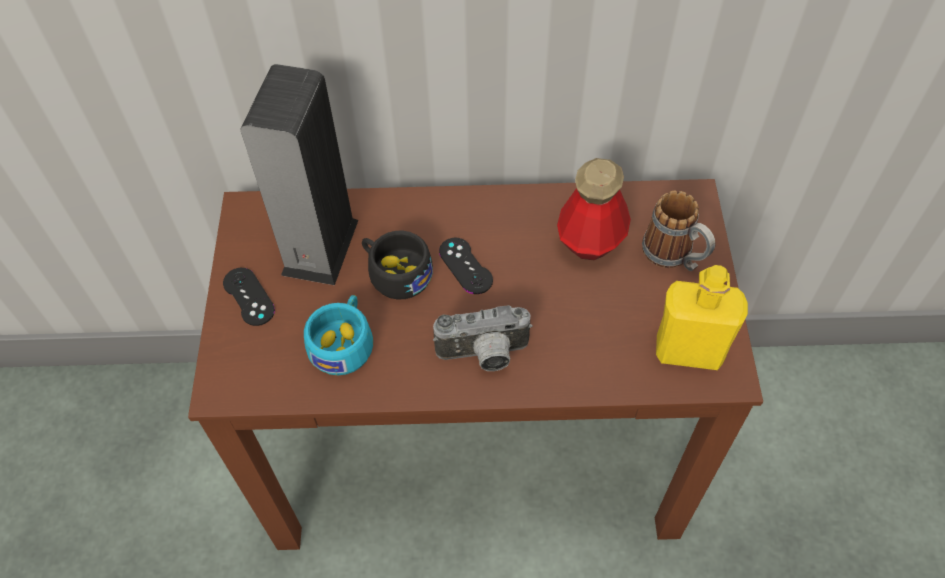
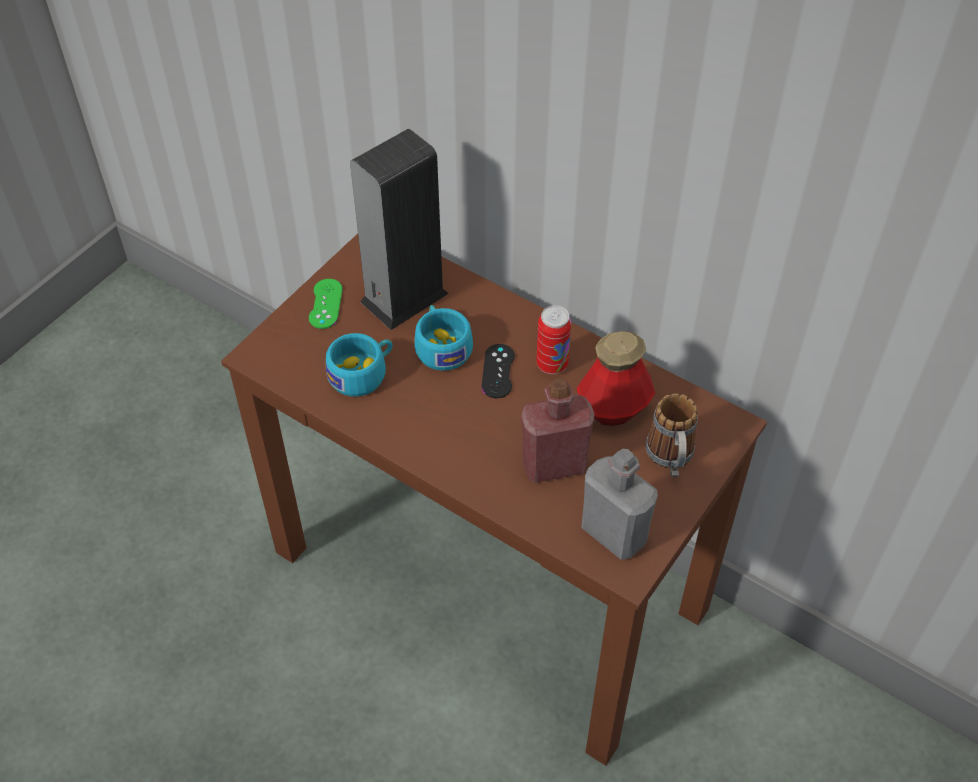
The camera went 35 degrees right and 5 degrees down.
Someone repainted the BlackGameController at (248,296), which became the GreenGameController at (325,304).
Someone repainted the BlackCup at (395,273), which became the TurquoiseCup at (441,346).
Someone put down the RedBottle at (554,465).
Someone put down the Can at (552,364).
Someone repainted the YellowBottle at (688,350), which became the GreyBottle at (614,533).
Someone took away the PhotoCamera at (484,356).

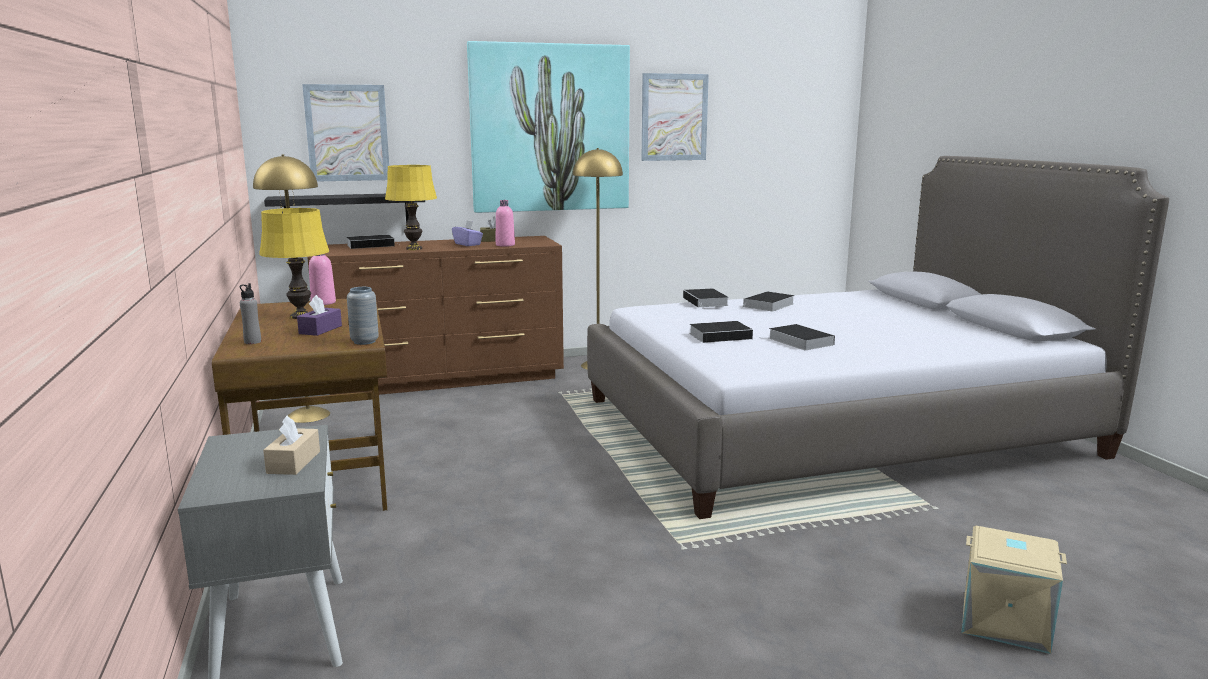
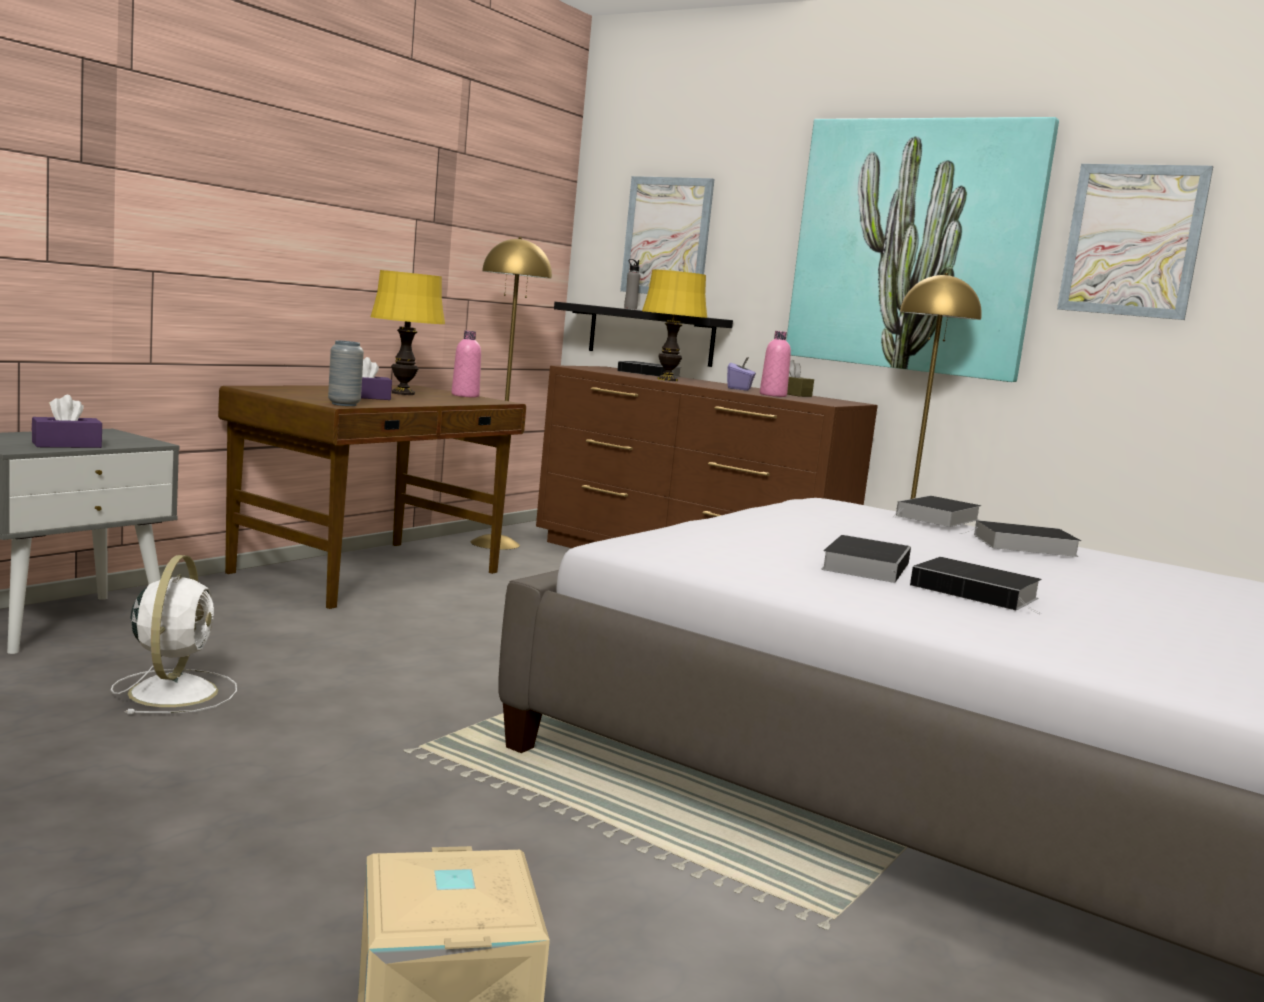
The camera went 50 degrees right and 5 degrees down.
Someone repainted the BeigeTissueBox at (293,462), which became the PurpleTissueBox at (67,445).
Someone put down the WhiteFan at (174,691).
Someone carried the GreyBottle from (252,342) to (630,308).
Someone carried the Book from (721,336) to (978,592).

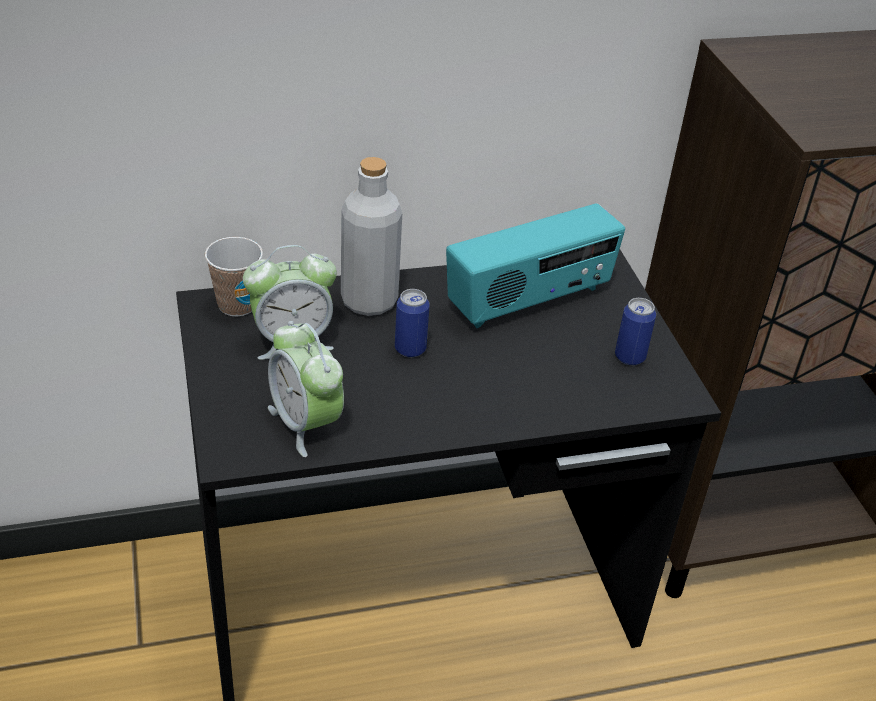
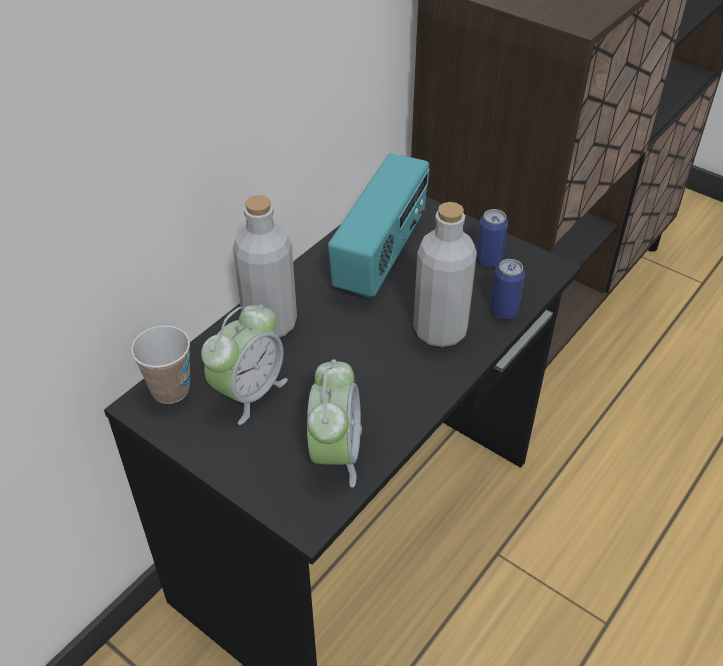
The camera went 35 degrees left and 5 degrees up.
Someone rotated the AlarmClock at (306,424) by 105 degrees counterclockwise.
Someone put down the GreyBottle at (440,331).
Someone carried the Can from (410,349) to (504,311).

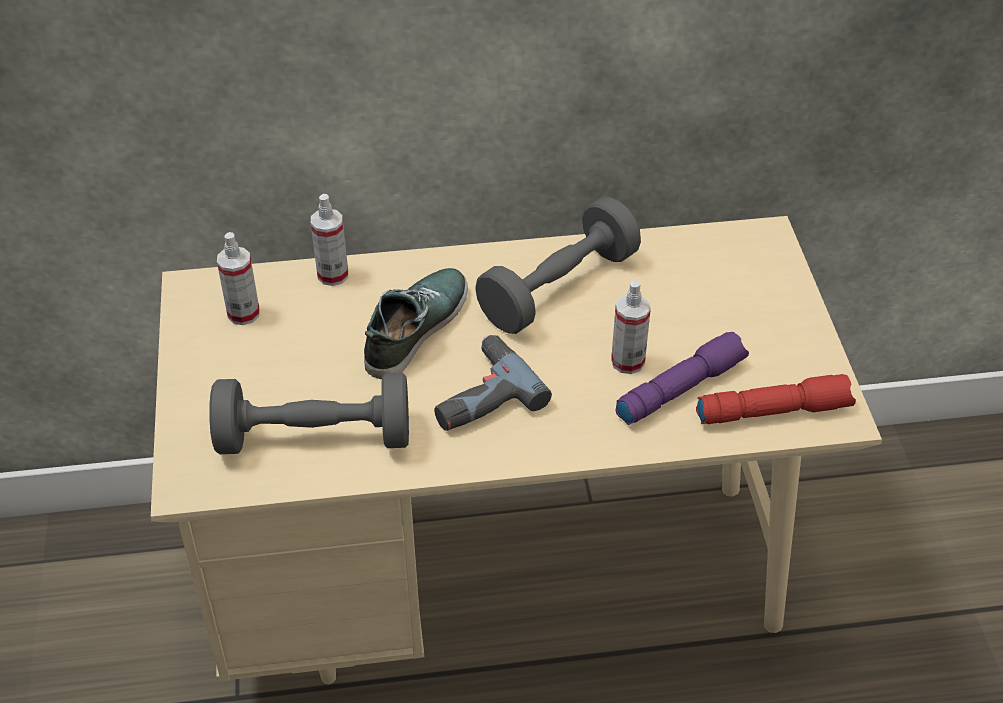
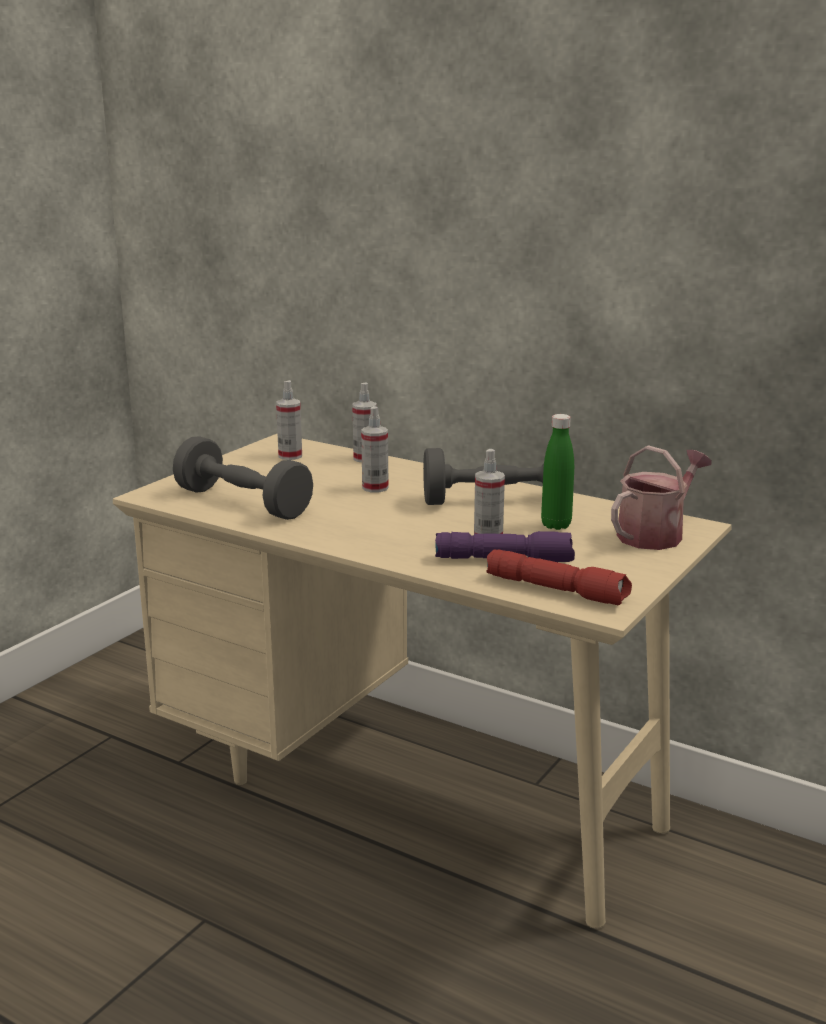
The camera went 40 degrees right and 25 degrees down.
Someone swapped the Shoe at (414,328) for the SprayBottle at (375,488).
Someone put down the GreenBottle at (556,525).
Someone put down the WateringCan at (655,534).
Someone took away the PowerDrill at (478,394).

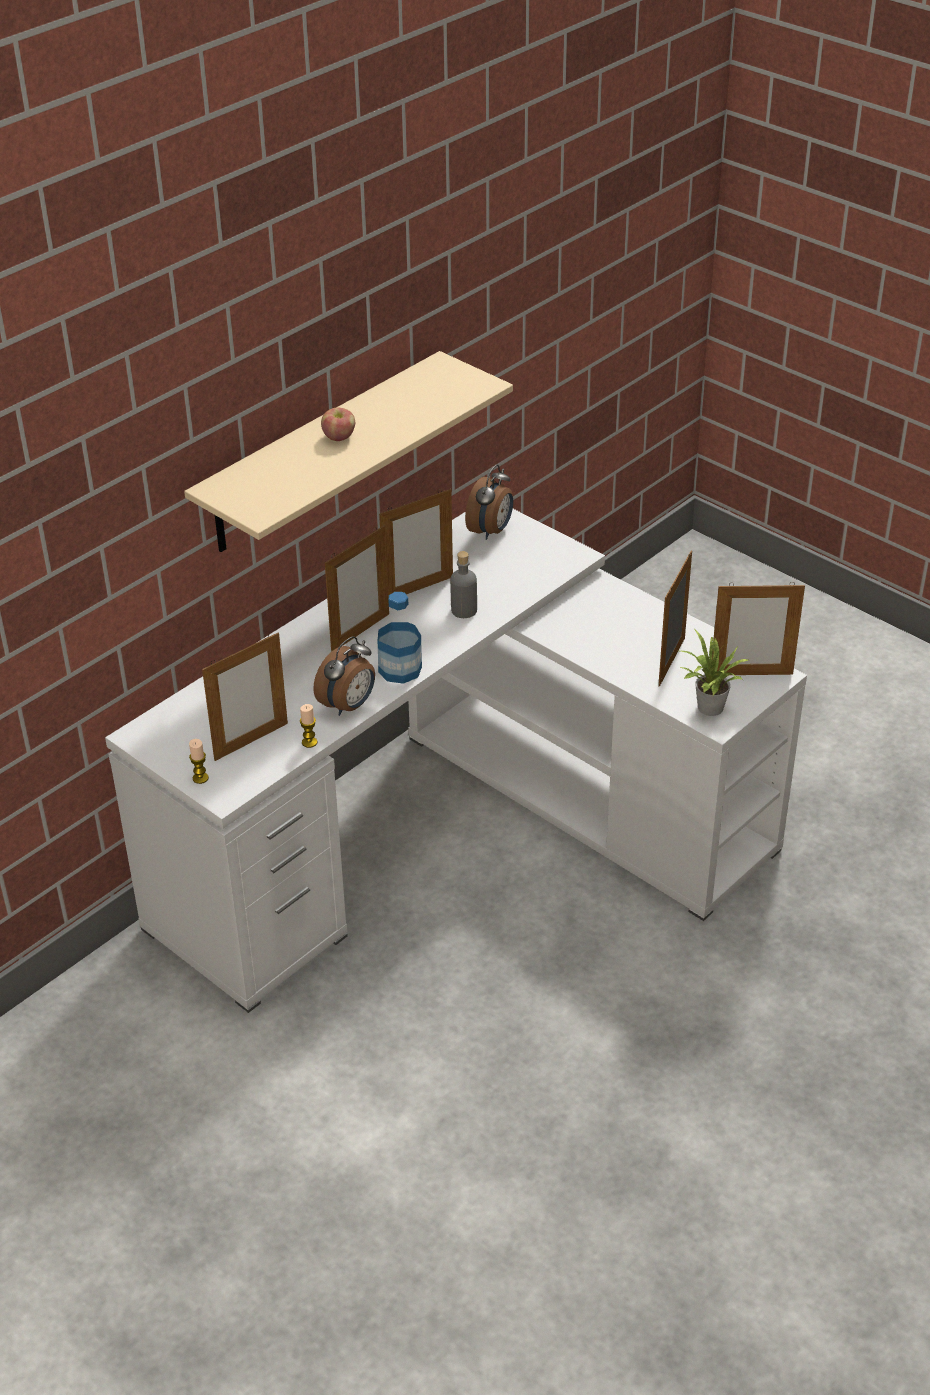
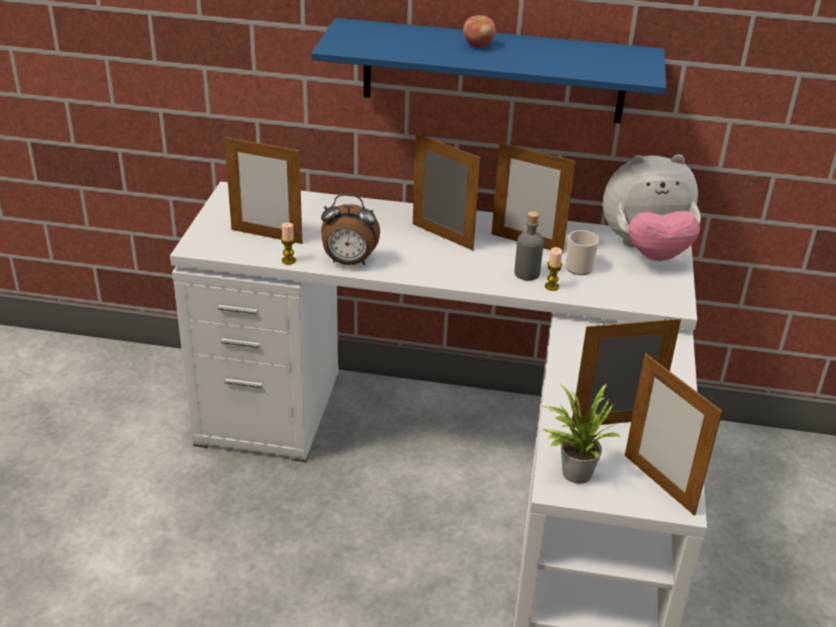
The camera went 55 degrees right and 5 degrees down.
Someone repainted the BeigeShelf at (321,454), which became the BlueShelf at (493,71).
Someone rotated the PictureFrame at (360,632) by 150 degrees counterclockwise.
Someone carried the Candle from (200,778) to (551,286).
Someone put down the Mug at (580,266).
Someone swapped the AlarmClock at (491,531) for the PlushToy at (646,250).
Someone took away the Bottle at (400,669).

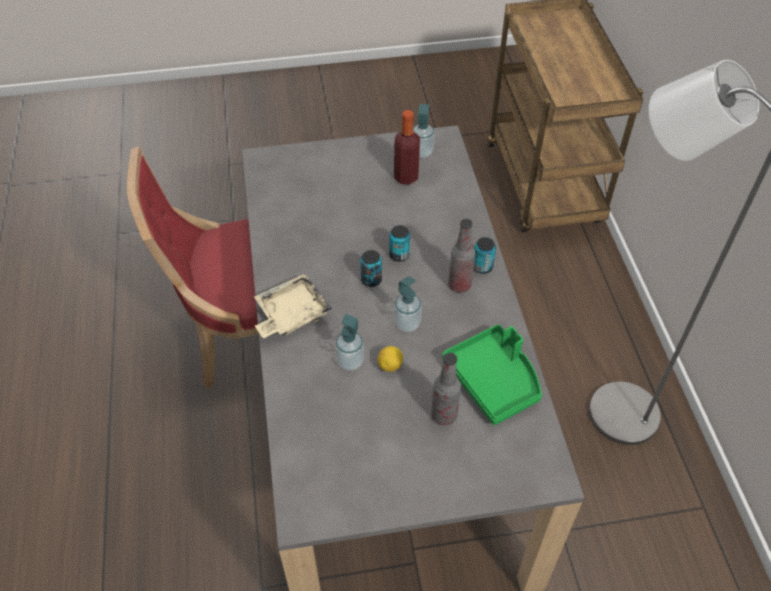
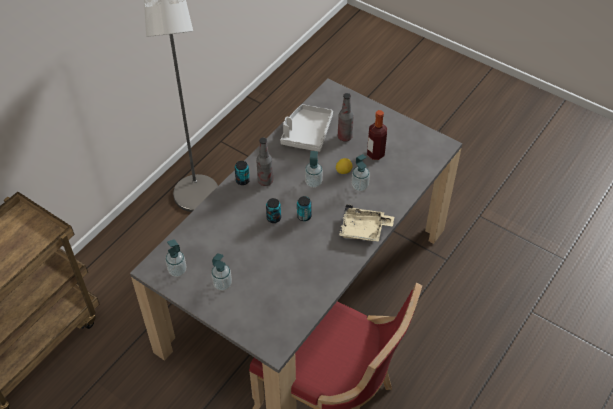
The camera went 135 degrees left and 0 degrees up.
Someone put down the SoapDispenser at (222,284).
Someone repainted the GreenTray at (494,380), which became the GreyTray at (306,133).
Someone carried the Bottle from (406,177) to (375,154).

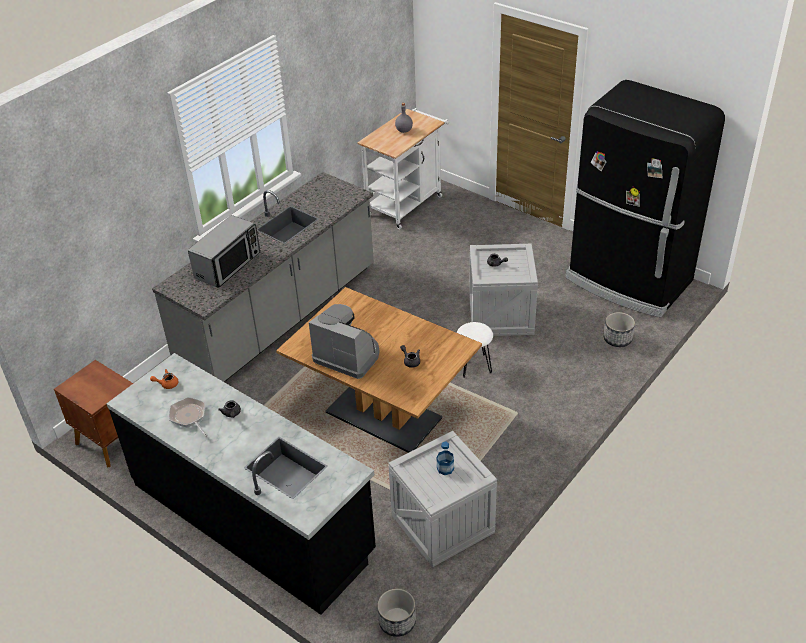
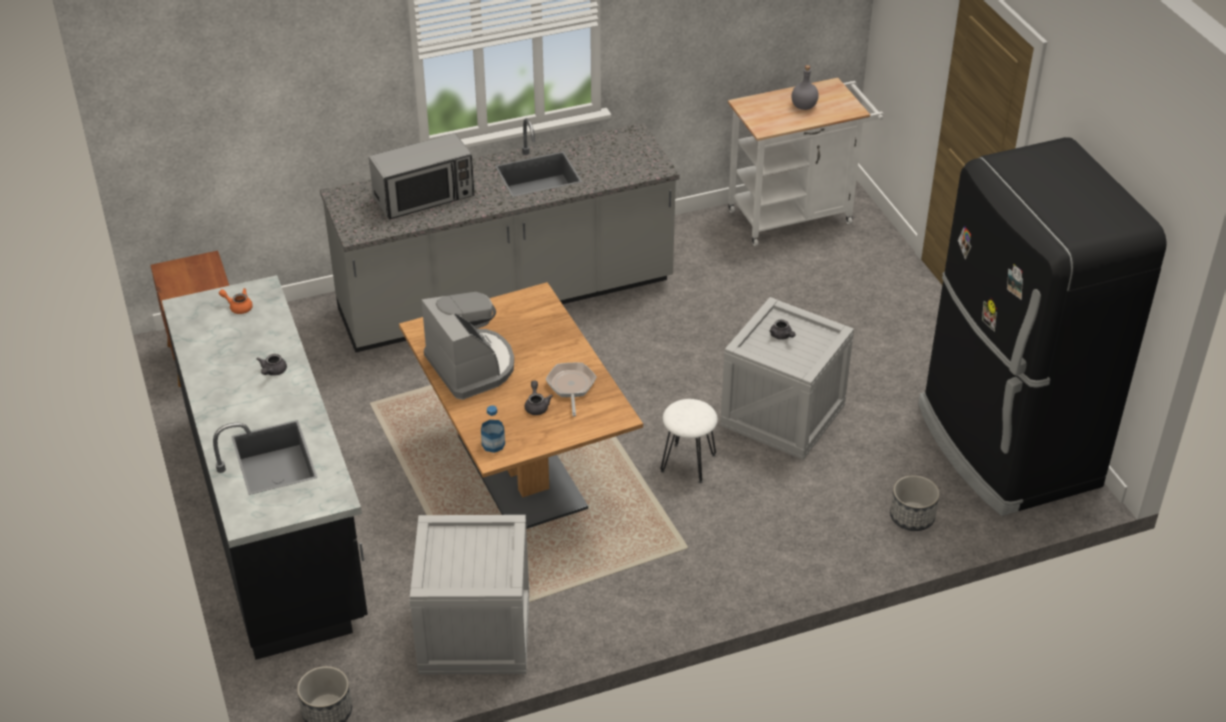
The camera went 30 degrees right and 0 degrees up.
Someone carried the Bottle from (445,468) to (493,444).
Someone carried the FryingPan from (189,417) to (571,387).

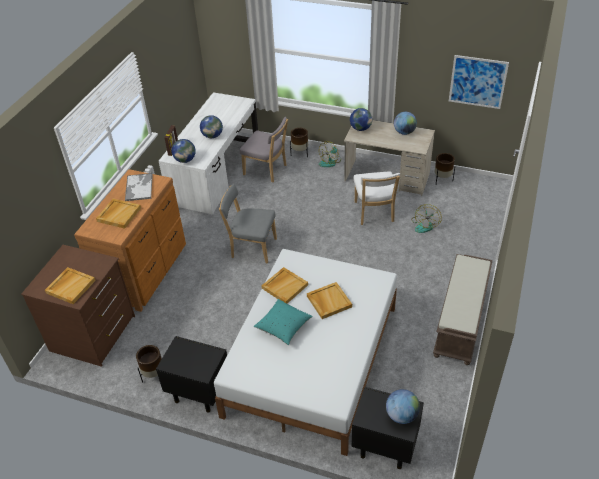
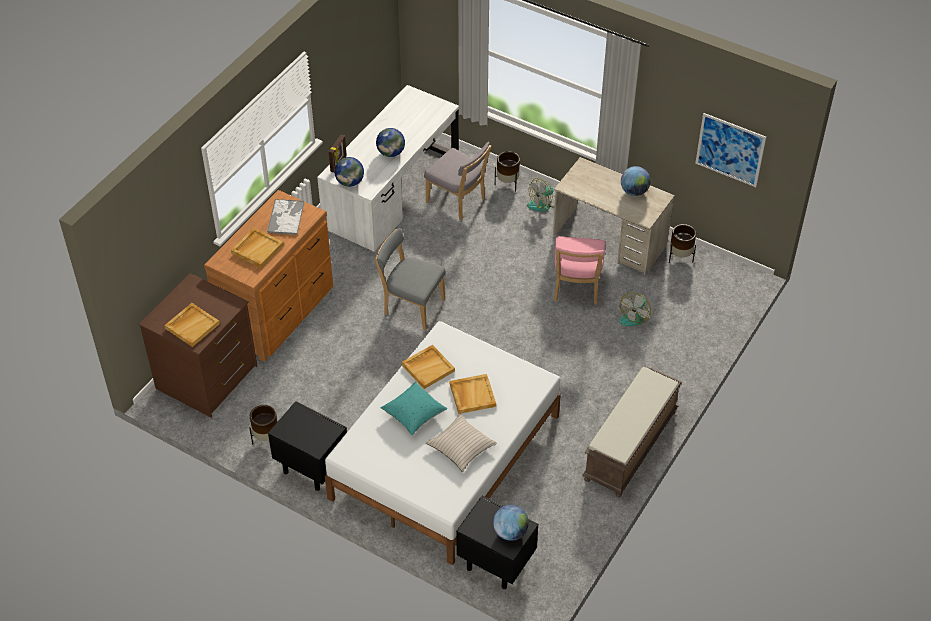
The camera went 10 degrees right and 5 degrees up.
Someone put down the BeigePillow at (461,447).
Someone repainted the WhiteChair at (374,213), which became the PinkChair at (576,288).
Someone took away the Globe at (360,128).

